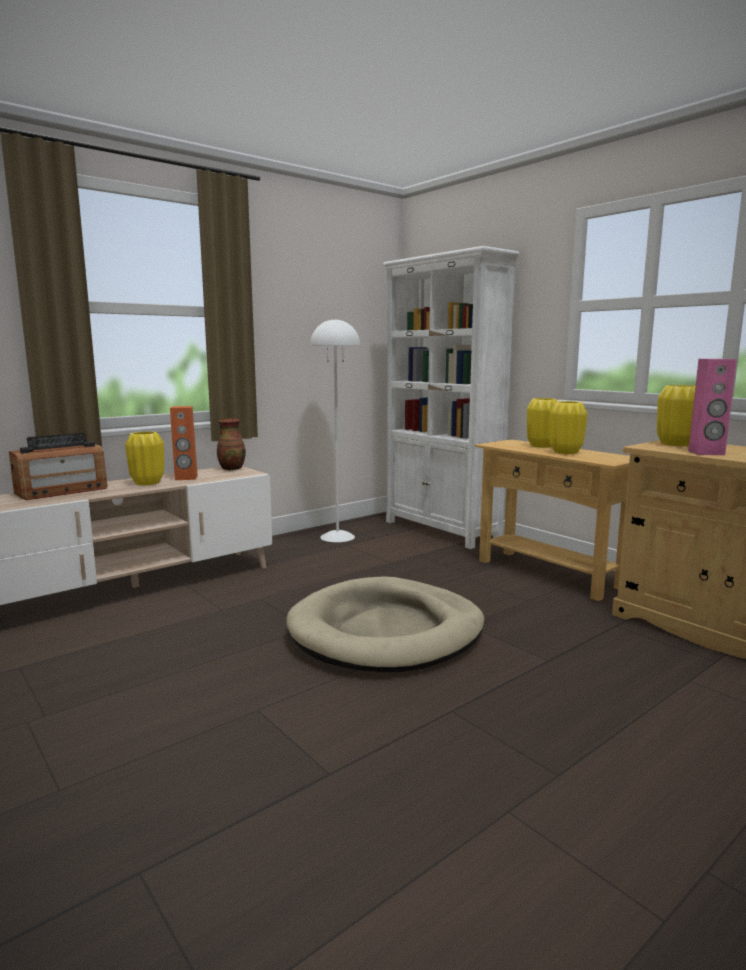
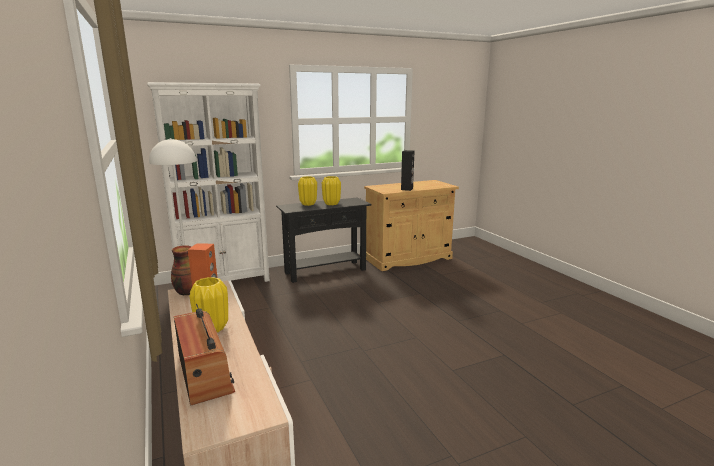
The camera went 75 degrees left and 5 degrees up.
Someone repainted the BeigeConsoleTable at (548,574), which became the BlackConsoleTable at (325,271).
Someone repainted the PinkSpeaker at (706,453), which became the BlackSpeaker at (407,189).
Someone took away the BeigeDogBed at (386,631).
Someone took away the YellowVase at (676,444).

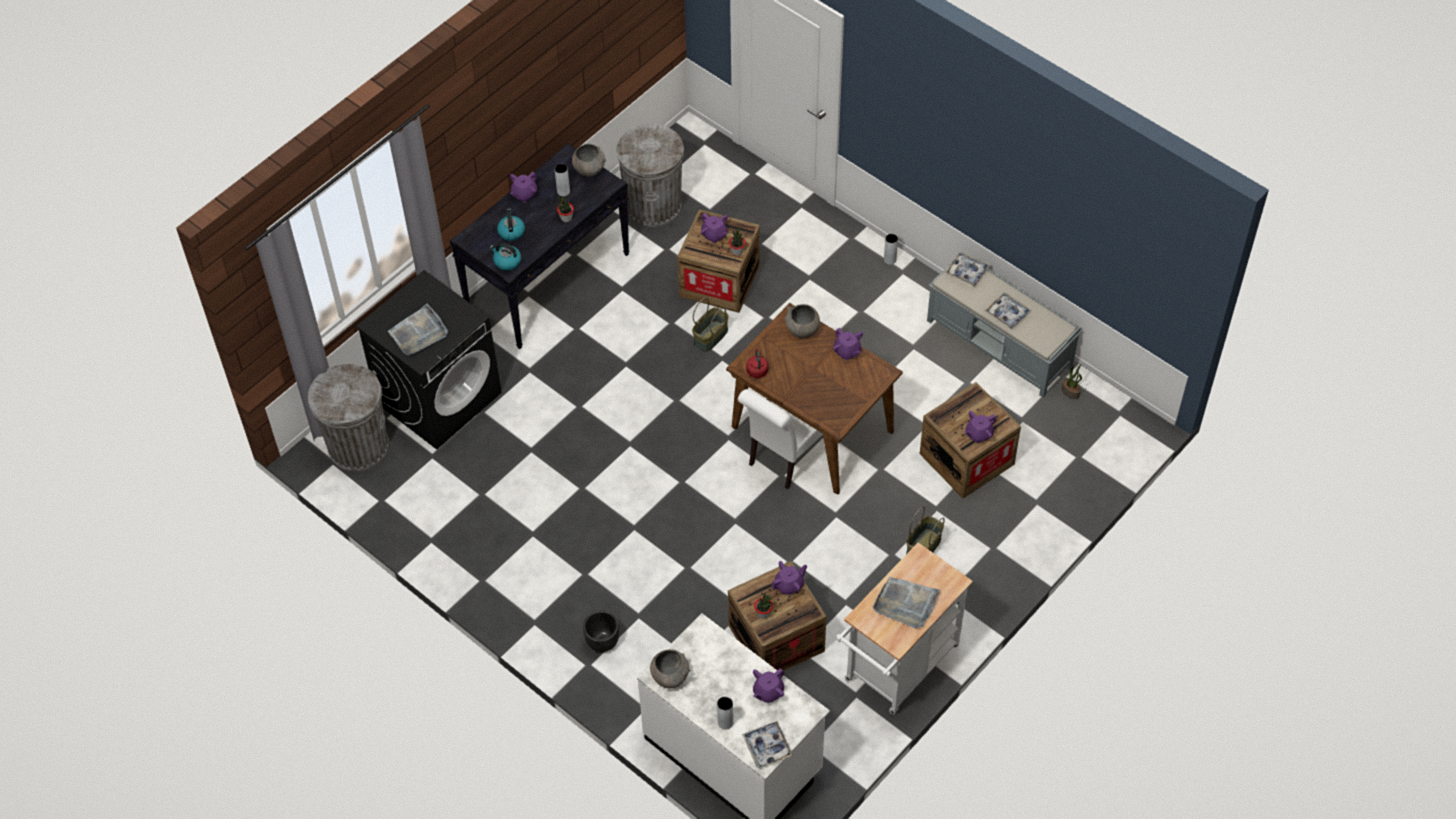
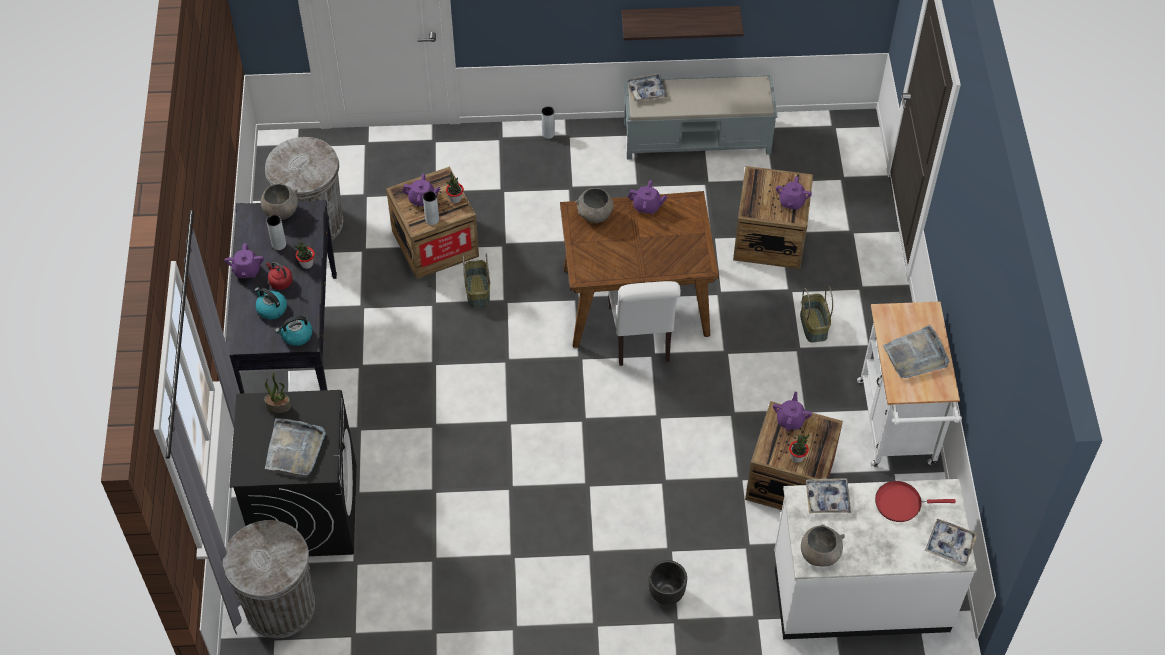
The camera went 45 degrees left and 0 degrees up.
Someone carried the PottedPlant from (1070,391) to (279,405).
Someone carried the RedKettle from (757,370) to (280,281).
Someone carried the GreyVase from (725,722) to (432,220).
Someone put up the Shelf at (680,19).
Someone carried the Tray from (1007,313) to (827,498).
Someone swapped the PurpleTeapot at (768,692) for the RedFryingPan at (901,503).

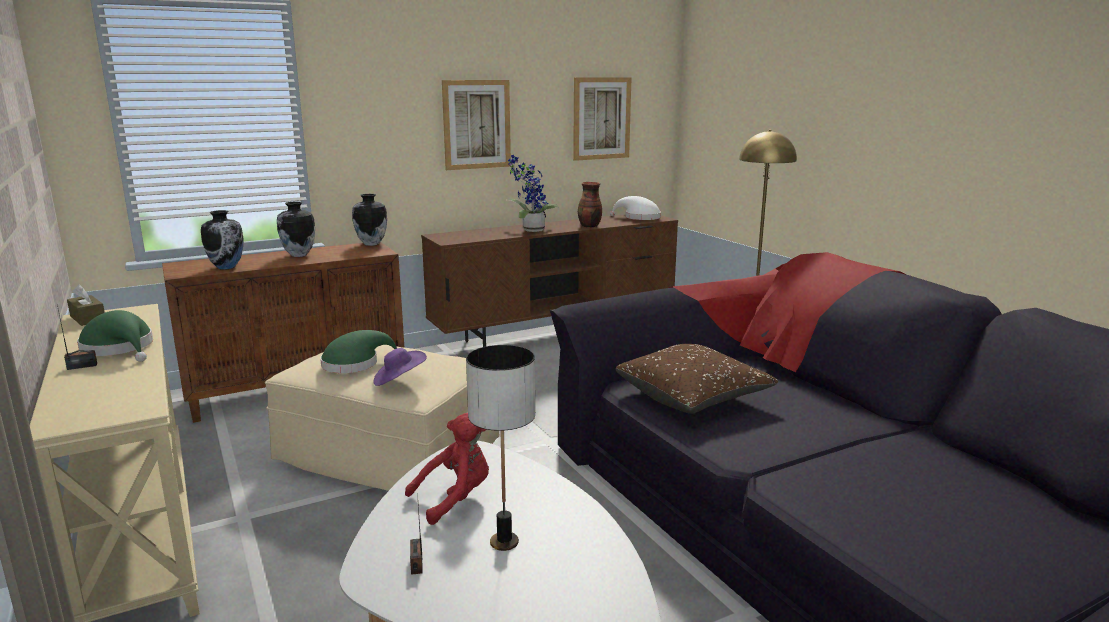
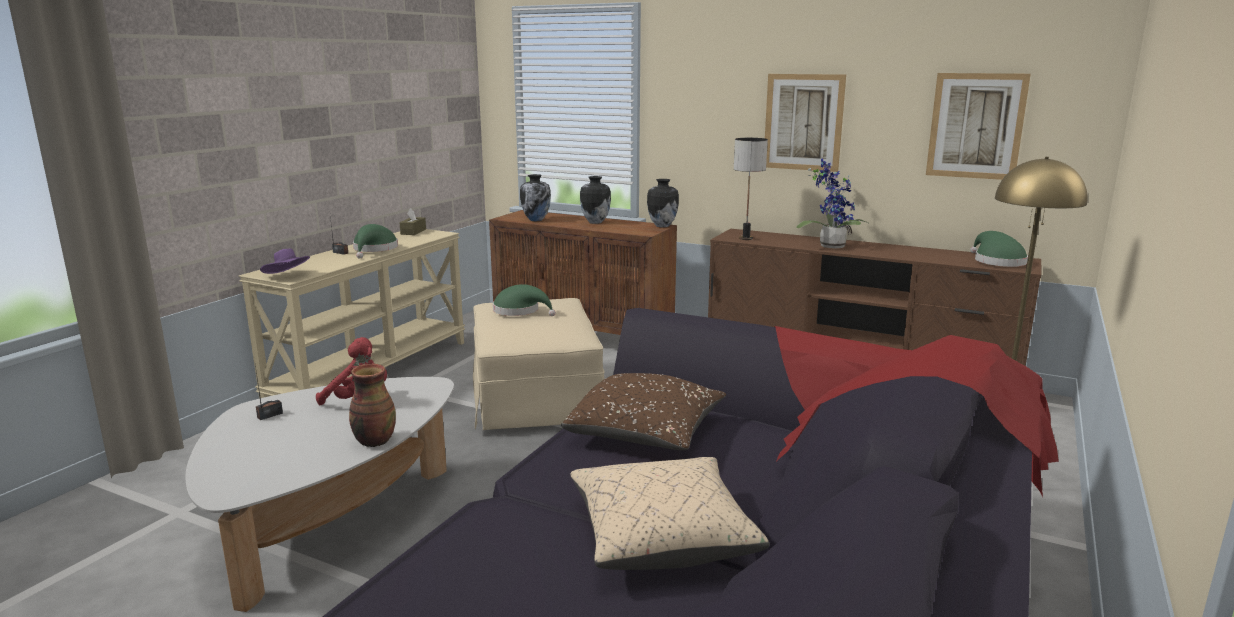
The camera went 55 degrees right and 0 degrees up.
Someone carried the PurpleHat from (399,380) to (288,276).
Someone carried the Vase from (589,226) to (374,441).
Someone put down the BeigePillow at (662,536).
Someone carried the TableLamp from (505,542) to (746,238).
Someone repainted the WhiteHat at (639,218), which became the GreenHat at (996,261).

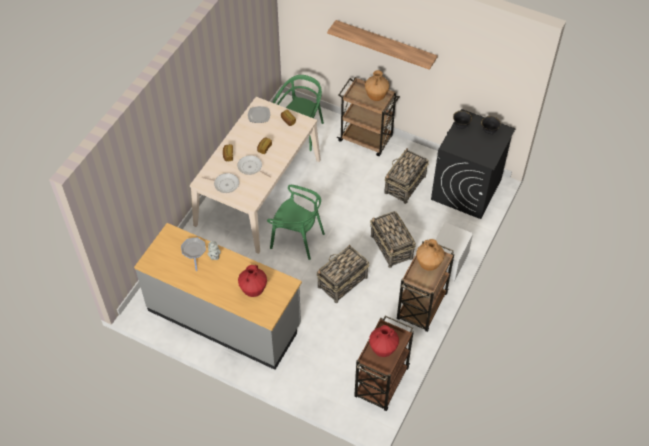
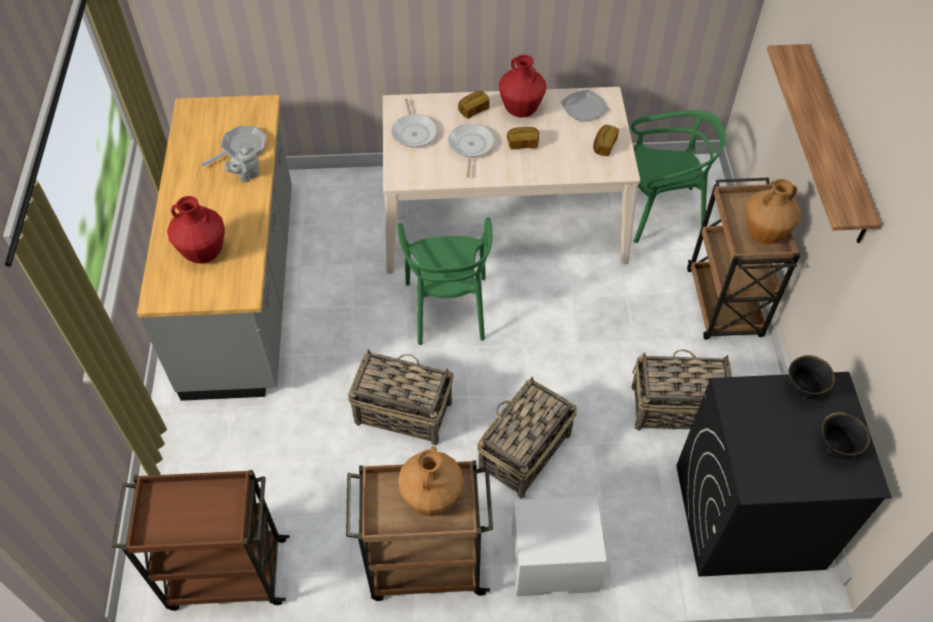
The camera went 60 degrees right and 0 degrees up.
Someone carried the RedVase from (382,350) to (520,110).

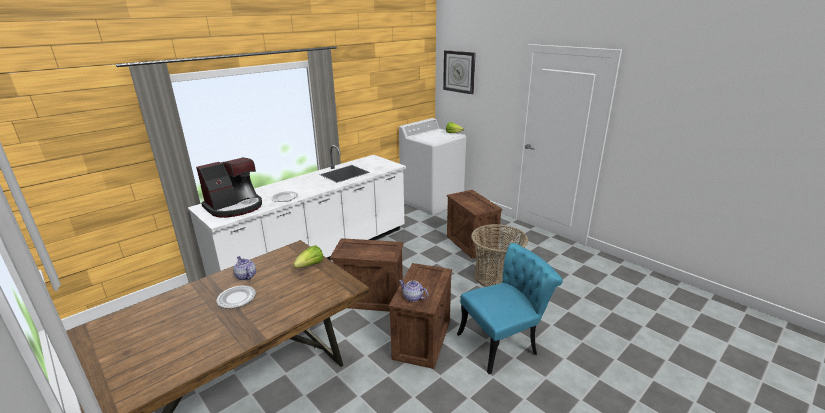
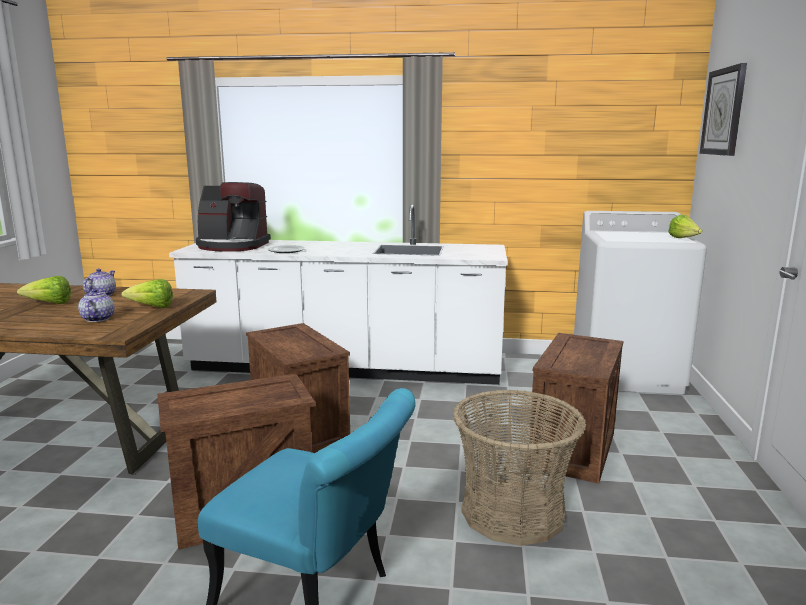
The camera went 50 degrees right and 10 degrees down.
Someone swapped the Plate at (237,298) for the Lettuce at (50,304).
Someone carried the Teapot from (413,298) to (97,319).

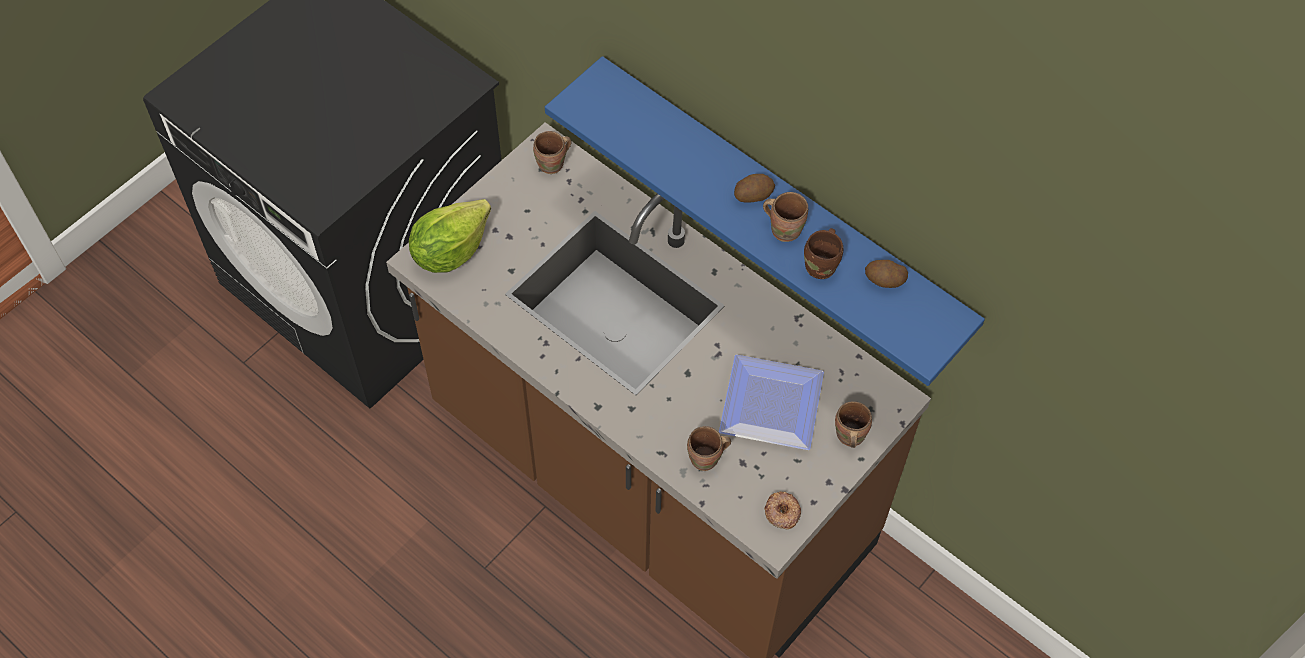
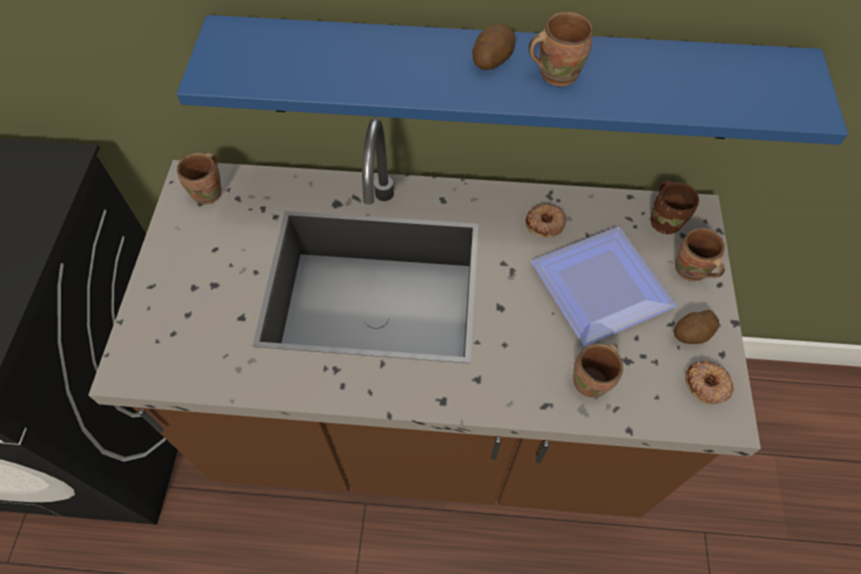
The camera went 35 degrees left and 0 degrees up.
Someone put down the Donut at (545,223).
Someone carried the BrownMug from (822,266) to (666,221).
Someone carried the Potato from (884,280) to (692,334).
Someone took away the Lettuce at (450,251).

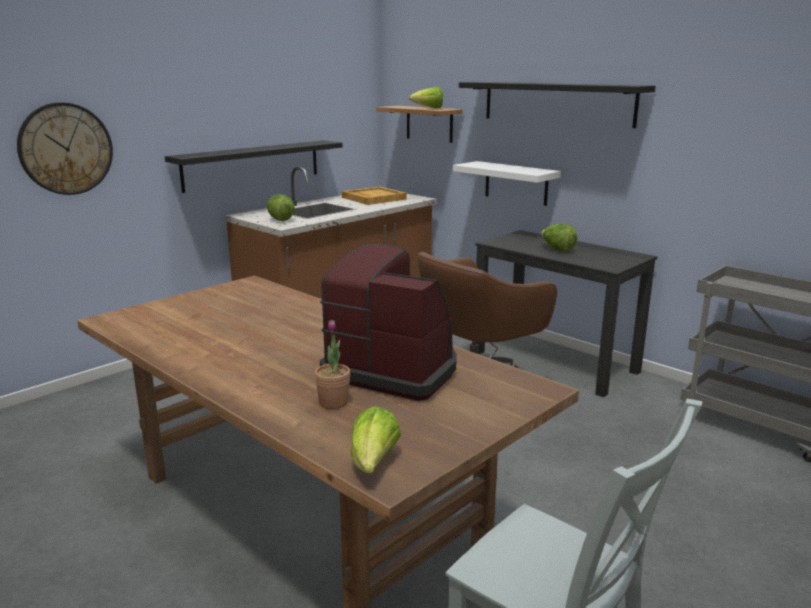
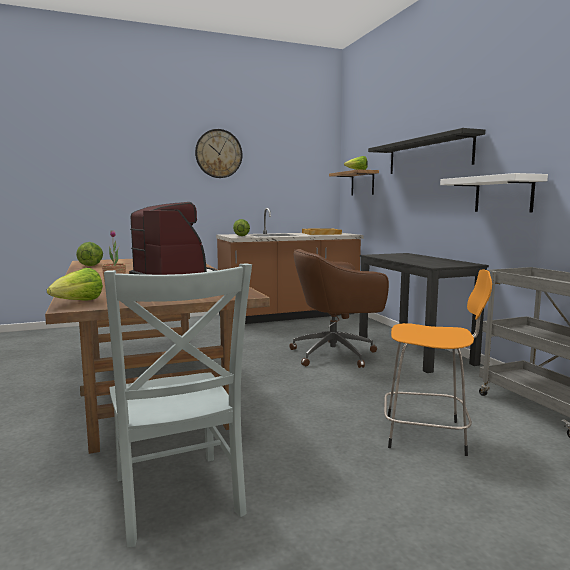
The camera went 25 degrees right and 10 degrees down.
Someone carried the Lettuce from (557,250) to (91,265).
Someone carried the WallClock from (66,149) to (218,153).
Someone put down the OrangeStool at (428,434).
Someone carried the WhiteShelf from (516,183) to (503,194).
Someone took away the BlackShelf at (253,165).

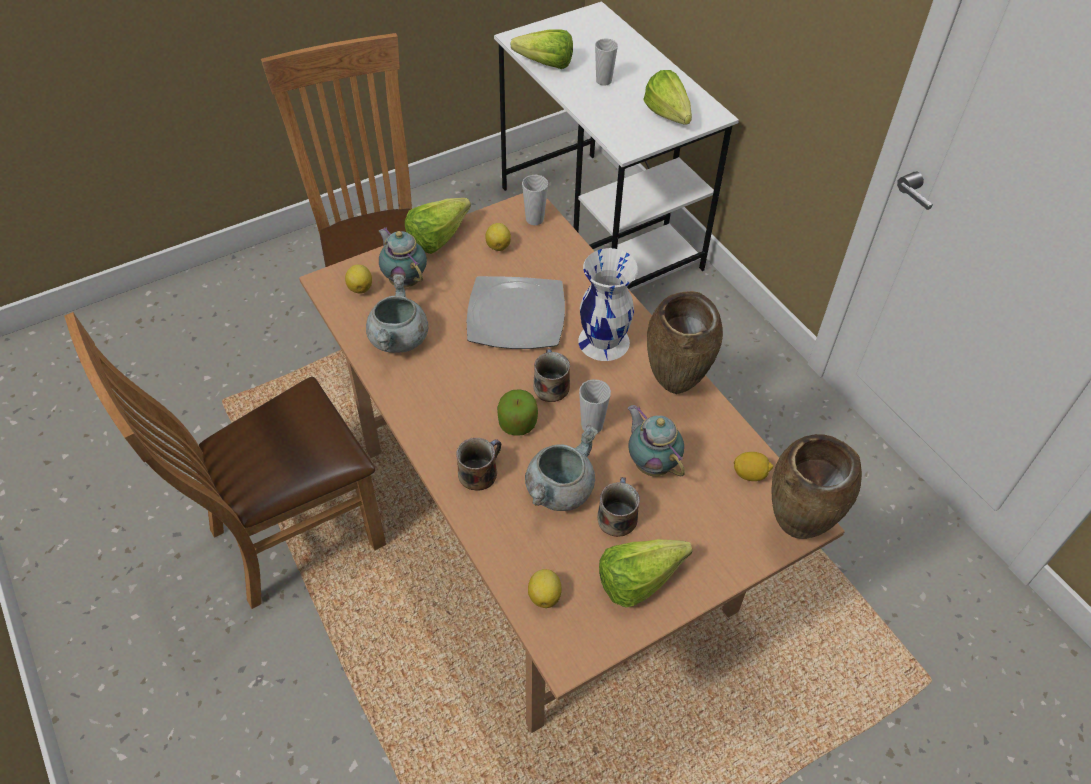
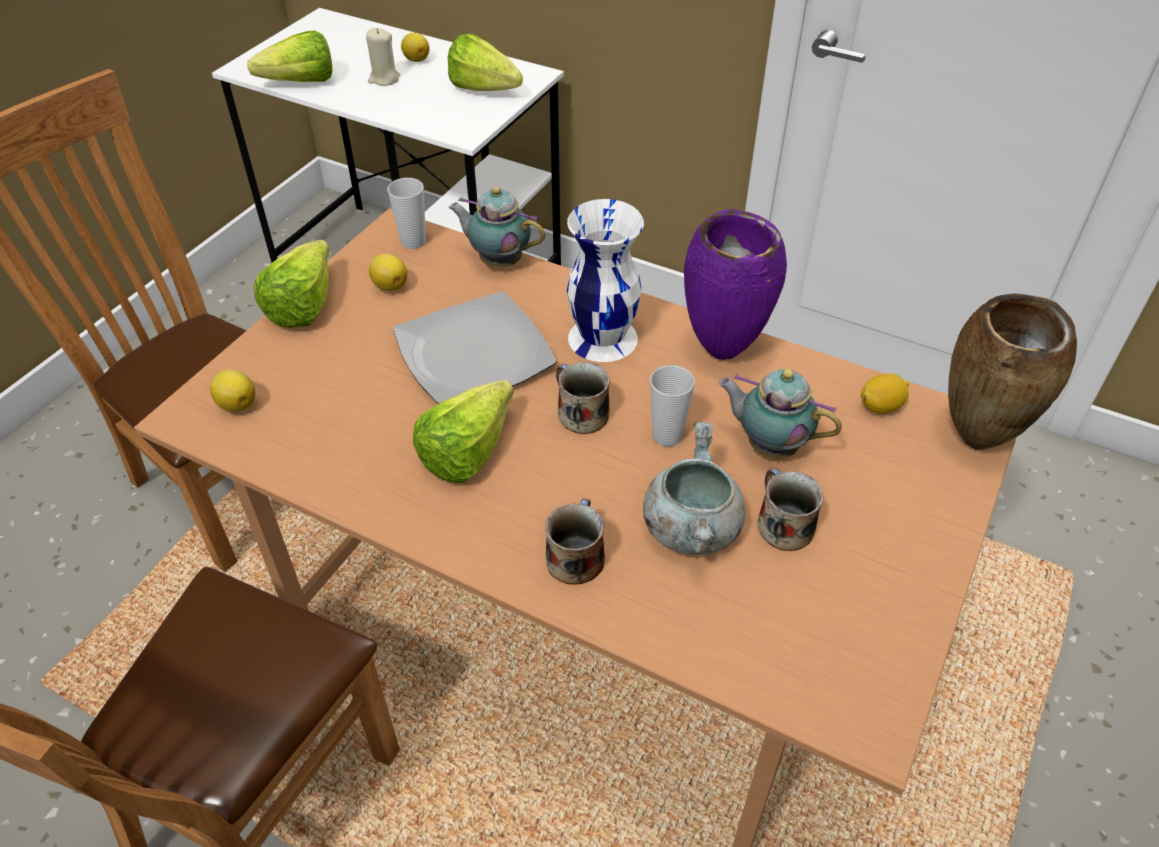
The camera went 30 degrees left and 5 degrees down.
Someone swapped the Cup at (603,81) for the BeigeCandle at (384,79).
Someone carried the Lemon from (544,595) to (416,59).
Someone carried the Lettuce from (646,579) to (475,448).
Someone carried the Teapot from (404,279) to (498,261).
Someone repainted the BrownVase at (675,387), which became the PurpleVase at (724,352).
Someone took away the GreyCookingPot at (399,340).
Someone took away the Apple at (517,423).

